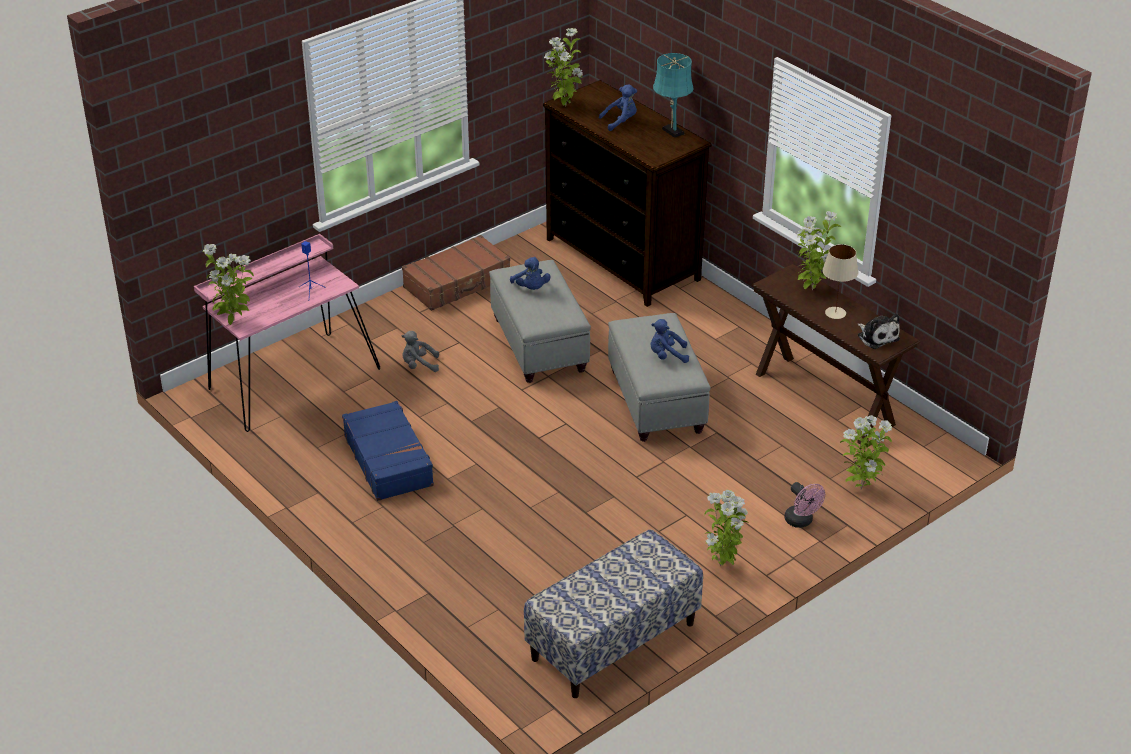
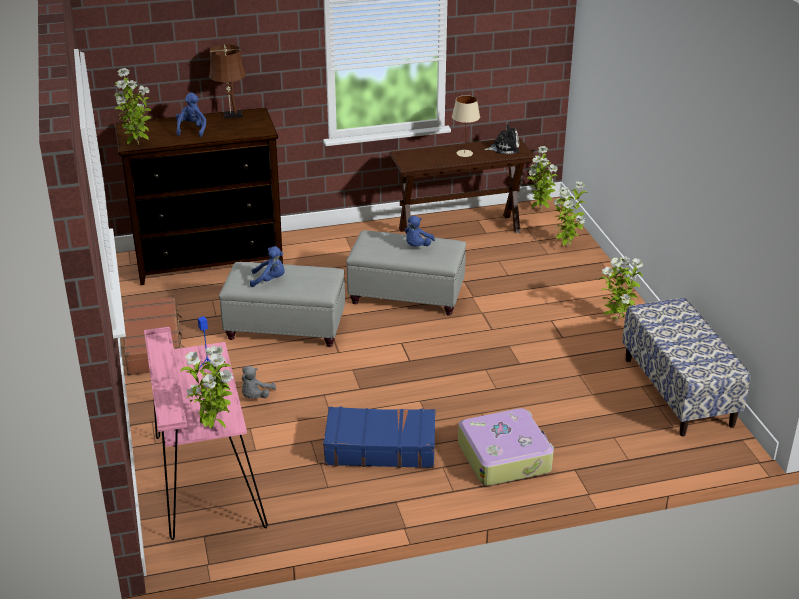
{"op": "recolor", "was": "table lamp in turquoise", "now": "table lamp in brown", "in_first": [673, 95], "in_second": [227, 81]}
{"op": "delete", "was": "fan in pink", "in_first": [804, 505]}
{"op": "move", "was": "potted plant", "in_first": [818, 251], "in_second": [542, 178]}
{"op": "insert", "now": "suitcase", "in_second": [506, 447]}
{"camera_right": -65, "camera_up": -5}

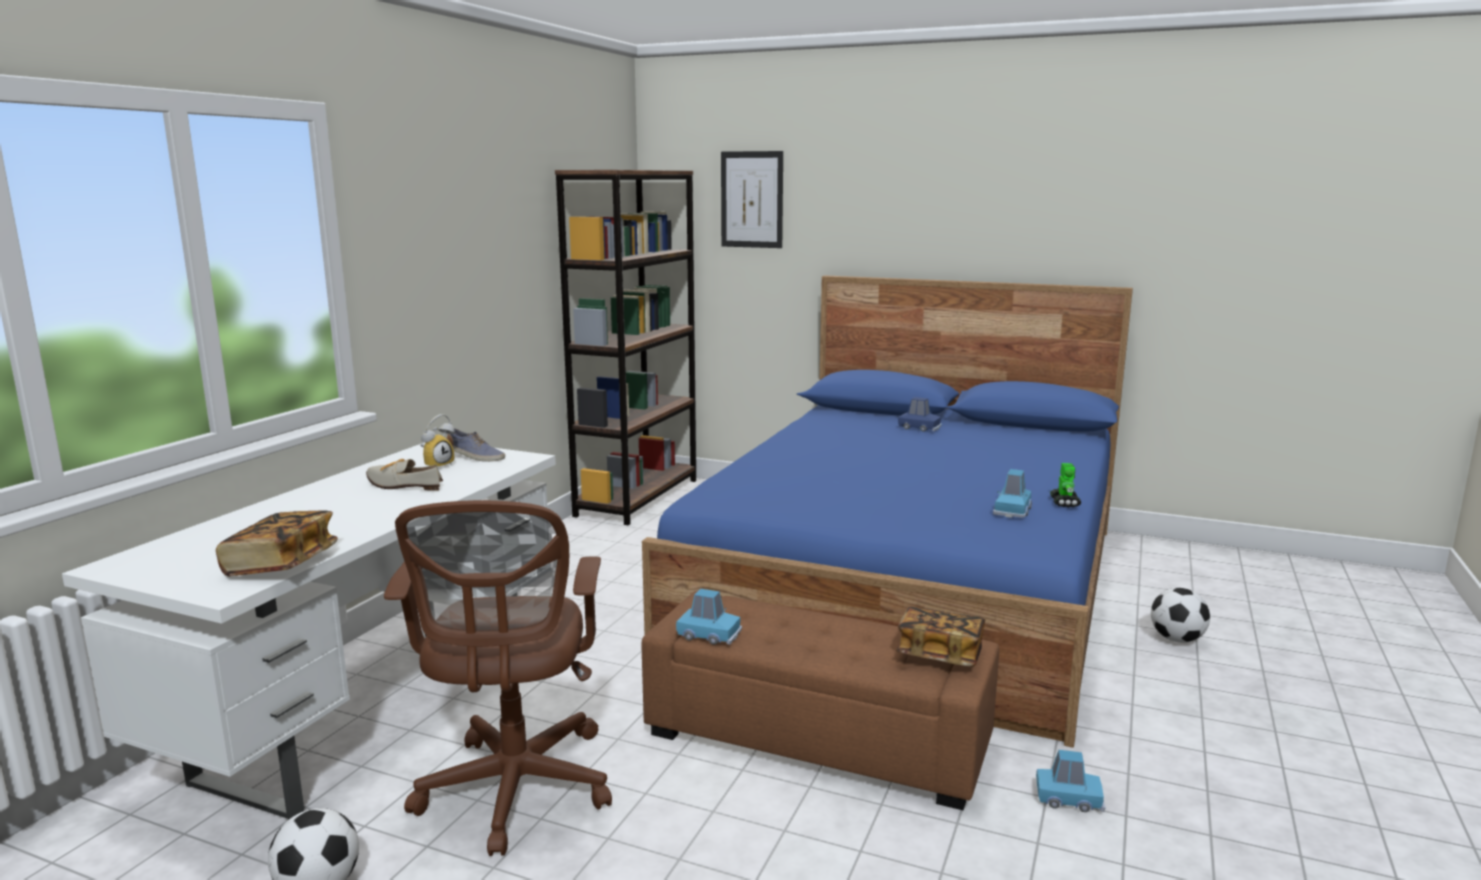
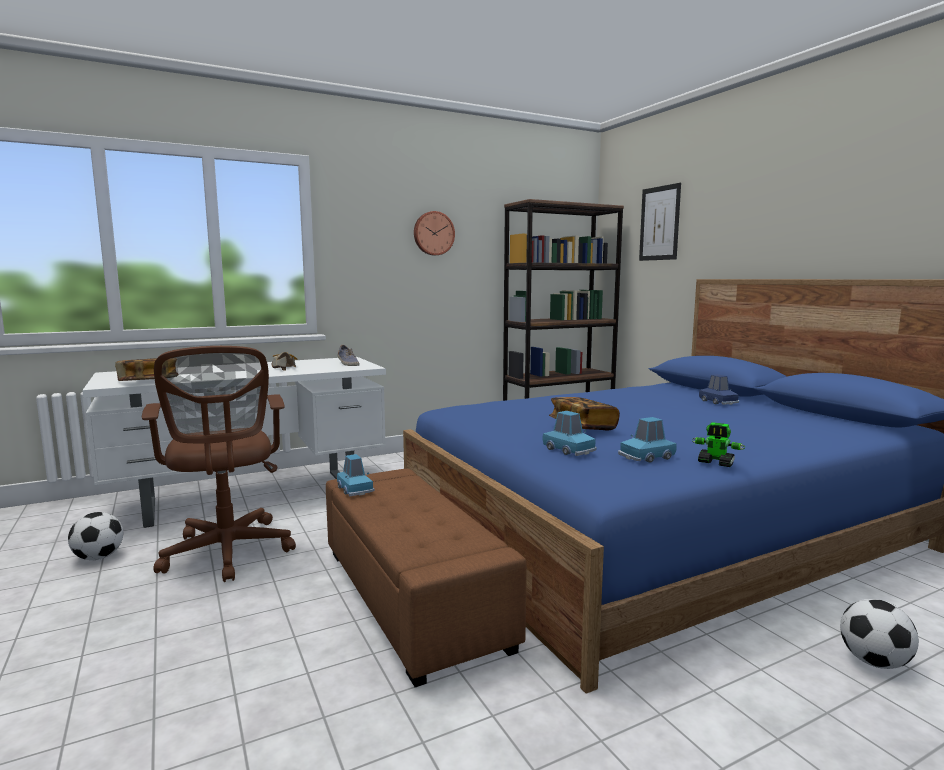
{"op": "rotate", "was": "office chair in brown", "in_first": [498, 678], "in_second": [219, 464], "clockwise": -60}
{"op": "delete", "was": "alarm clock", "in_first": [438, 440]}
{"op": "move", "was": "book", "in_first": [940, 637], "in_second": [584, 413]}
{"op": "move", "was": "toy car in blue", "in_first": [1071, 781], "in_second": [570, 433]}
{"op": "rotate", "was": "toy robot", "in_first": [1065, 485], "in_second": [718, 444], "clockwise": 75}
{"op": "insert", "now": "wall clock", "in_second": [434, 233]}
{"camera_right": 40, "camera_up": -5}

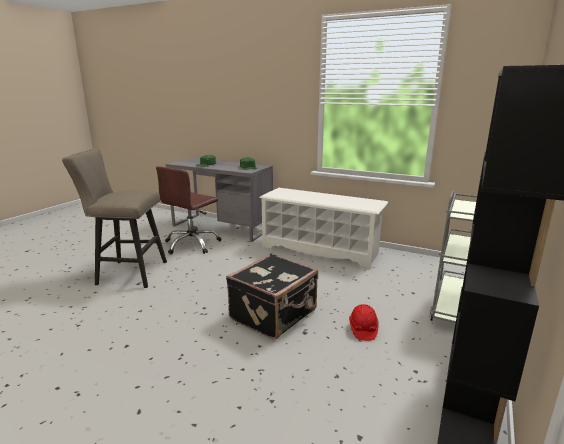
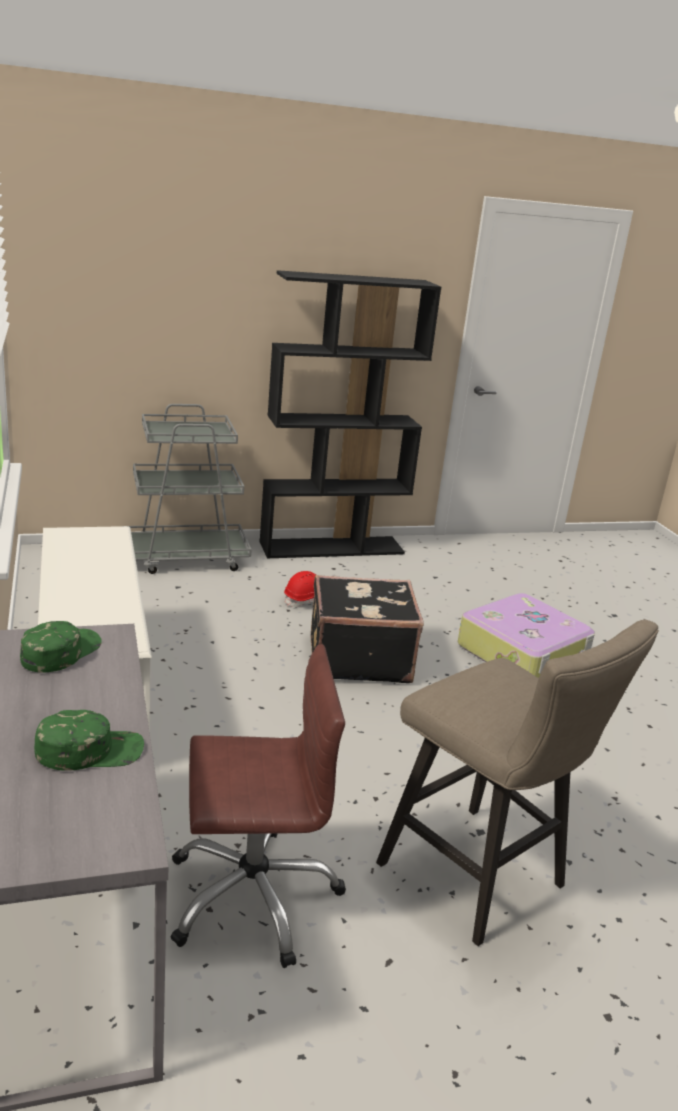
{"op": "insert", "now": "suitcase", "in_second": [526, 635]}
{"camera_right": -135, "camera_up": 5}

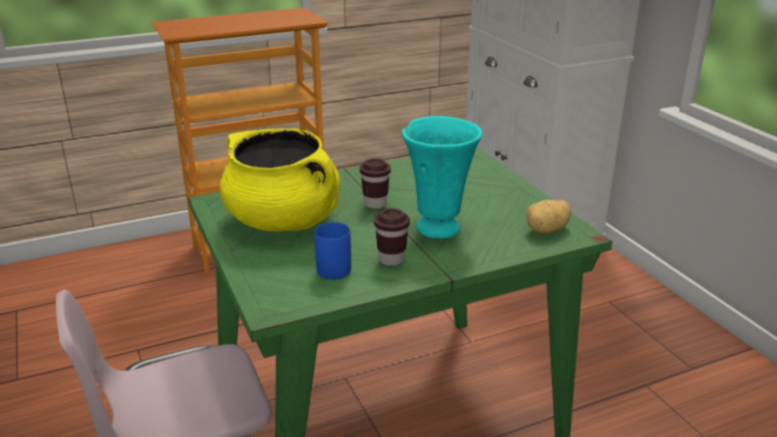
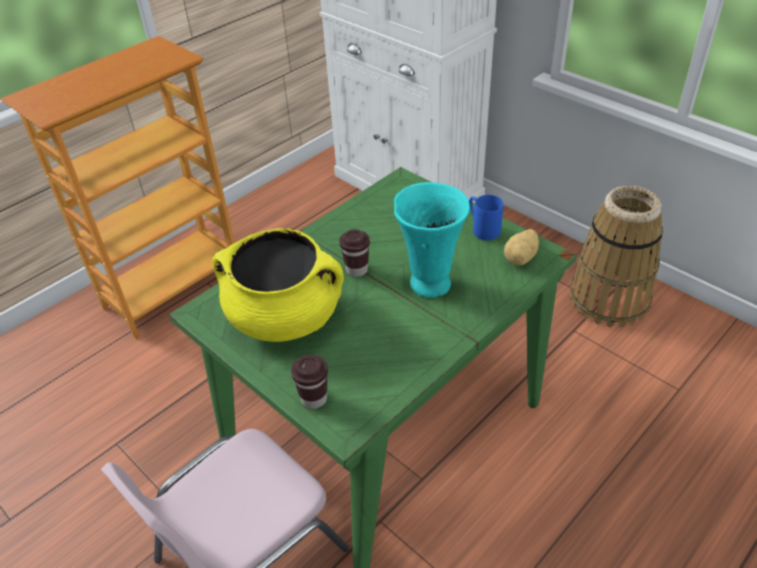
{"op": "move", "was": "mug in blue", "in_first": [333, 251], "in_second": [486, 218]}
{"op": "move", "was": "cup in brown", "in_first": [392, 237], "in_second": [309, 382]}
{"op": "insert", "now": "basket", "in_second": [616, 256]}
{"camera_right": -20, "camera_up": 15}

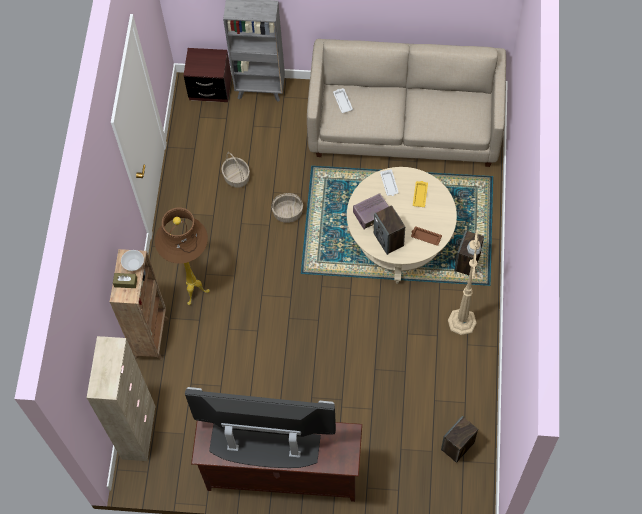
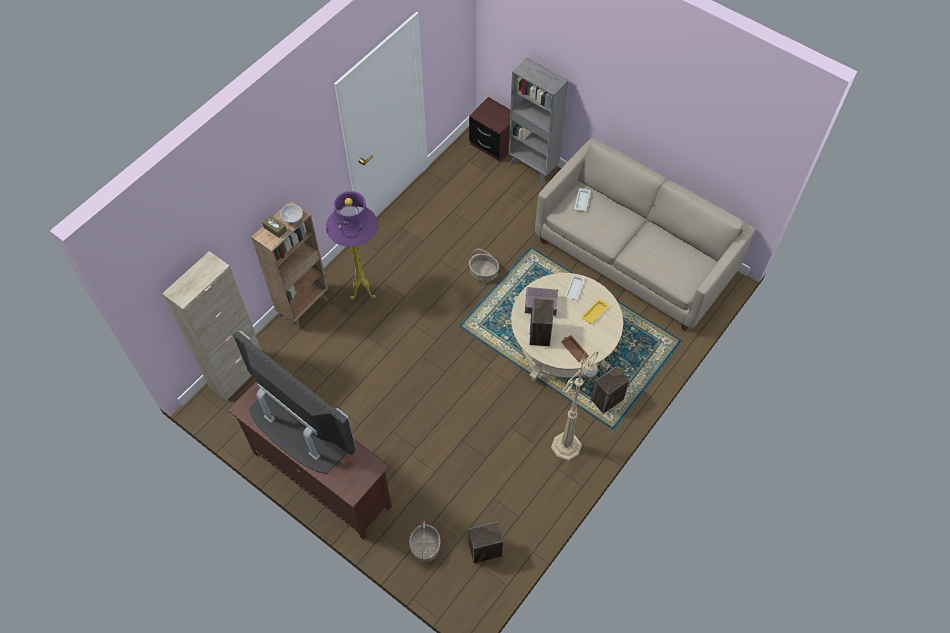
{"op": "recolor", "was": "floor lamp in brown", "now": "floor lamp in purple", "in_first": [182, 256], "in_second": [352, 245]}
{"op": "move", "was": "basket", "in_first": [235, 170], "in_second": [425, 541]}
{"camera_right": 30, "camera_up": -5}

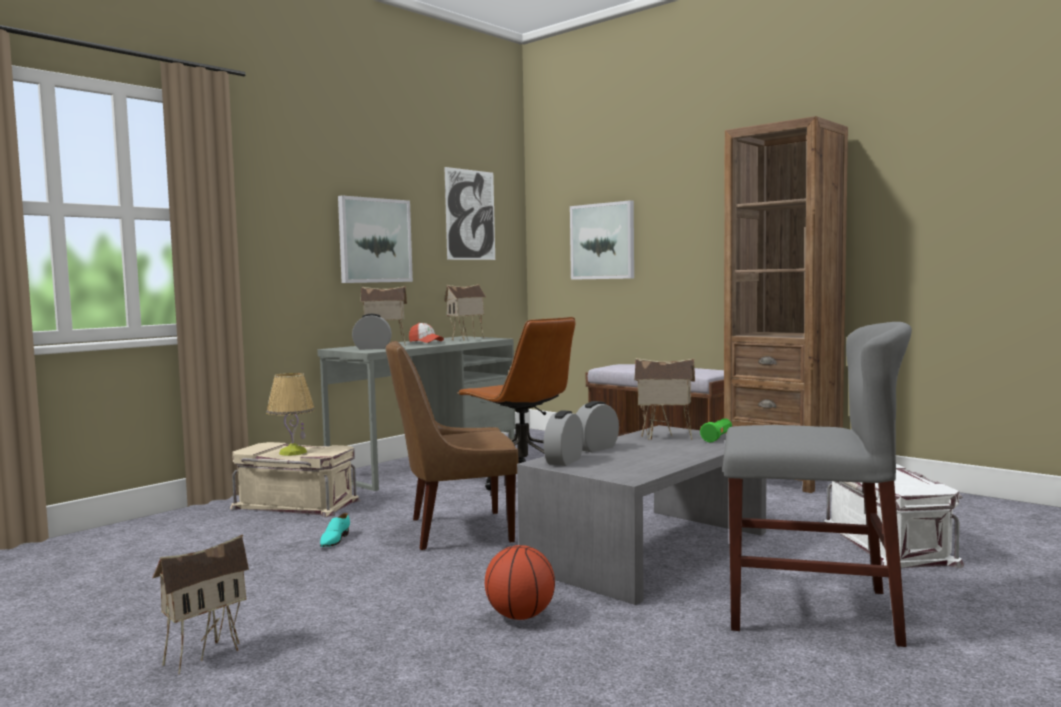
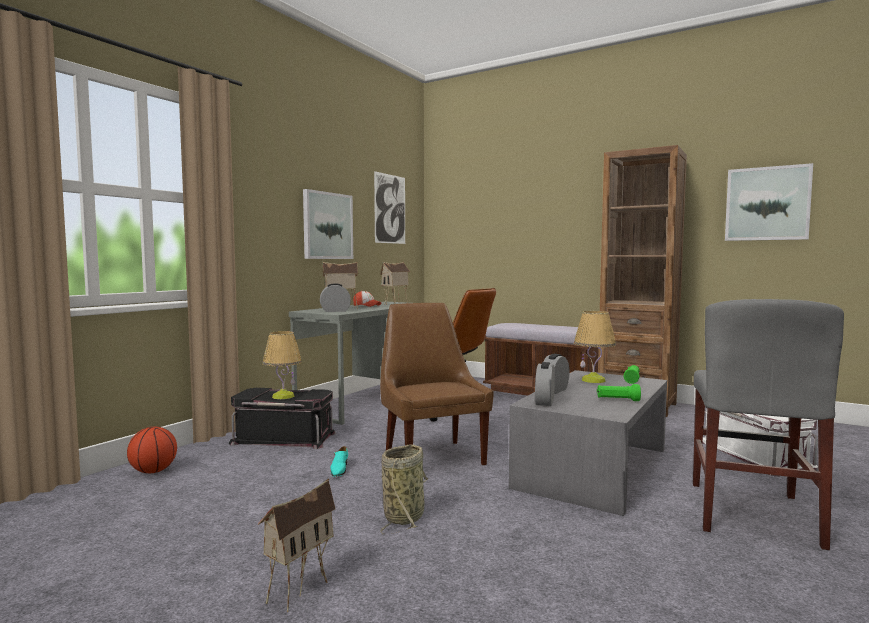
{"op": "recolor", "was": "storage box in beige", "now": "storage box in black", "in_first": [295, 479], "in_second": [282, 418]}
{"op": "rotate", "was": "chair in brown", "in_first": [452, 445], "in_second": [437, 384], "clockwise": 90}
{"op": "move", "was": "basketball", "in_first": [520, 582], "in_second": [152, 450]}
{"op": "move", "was": "picture", "in_first": [602, 240], "in_second": [769, 202]}
{"op": "replace", "was": "toy house", "now": "table lamp", "in_first": [664, 399], "in_second": [595, 347]}
{"op": "rotate", "was": "chair in grey", "in_first": [817, 484], "in_second": [768, 424], "clockwise": 105}
{"op": "insert", "now": "basket", "in_second": [404, 489]}
{"op": "insert", "now": "flashlight in green", "in_second": [619, 392]}
{"camera_right": -10, "camera_up": 0}

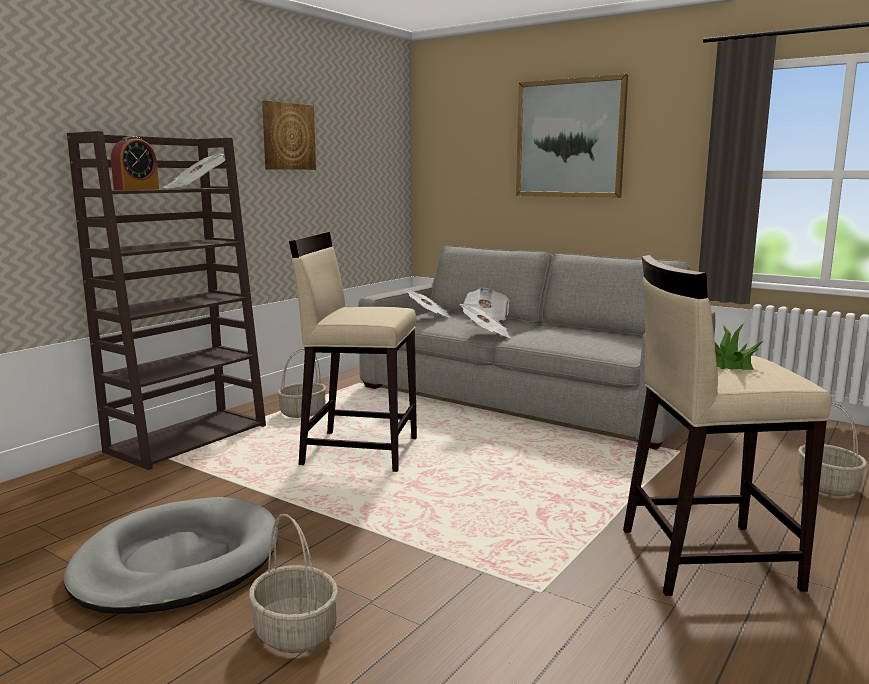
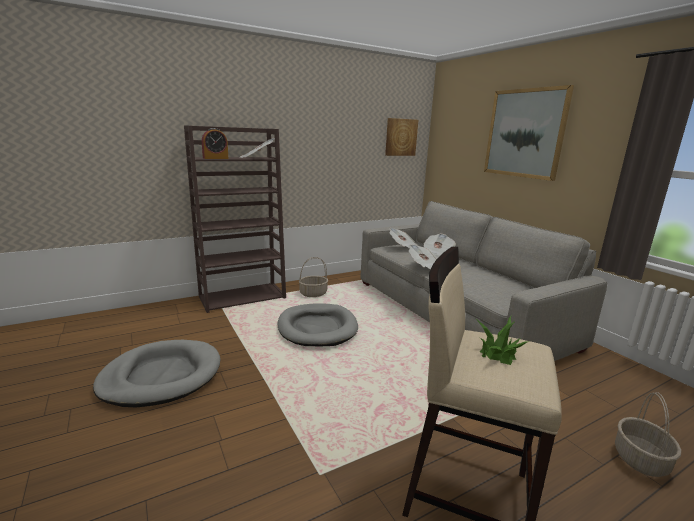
{"op": "delete", "was": "basket", "in_first": [293, 583]}
{"op": "move", "was": "picture", "in_first": [289, 135], "in_second": [401, 137]}
{"op": "replace", "was": "stool in beige", "now": "dog bed in grey", "in_first": [353, 352], "in_second": [317, 324]}
{"camera_right": 25, "camera_up": 5}

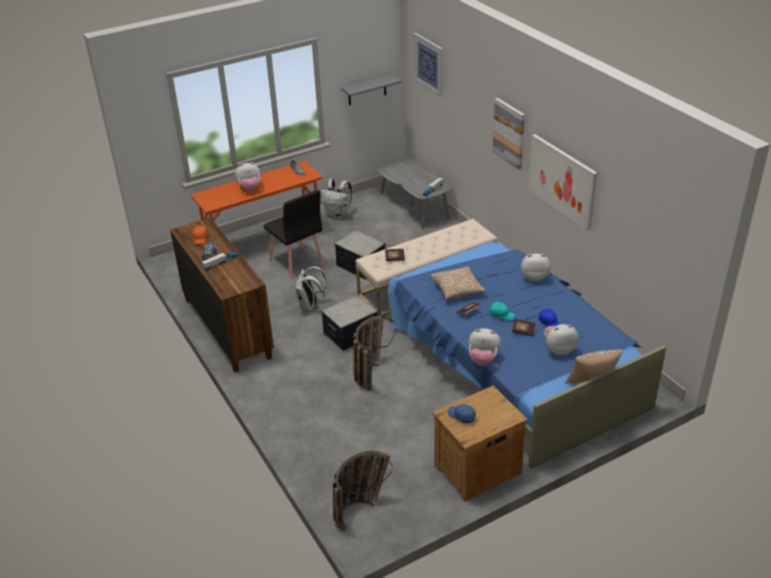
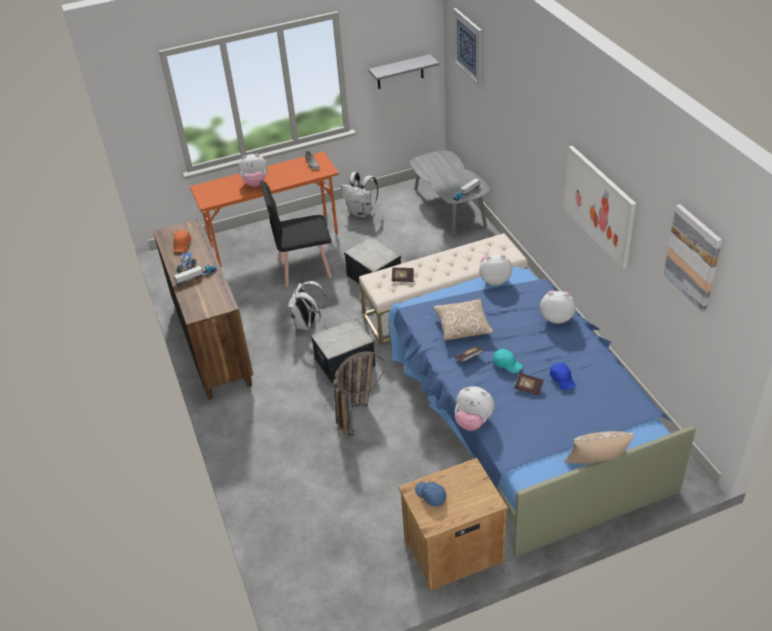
{"op": "rotate", "was": "chair in black", "in_first": [293, 234], "in_second": [296, 233], "clockwise": 105}
{"op": "delete", "was": "basket", "in_first": [363, 491]}
{"op": "move", "was": "picture", "in_first": [508, 134], "in_second": [692, 258]}
{"op": "move", "was": "plush toy", "in_first": [561, 339], "in_second": [495, 270]}
{"camera_right": 10, "camera_up": 5}

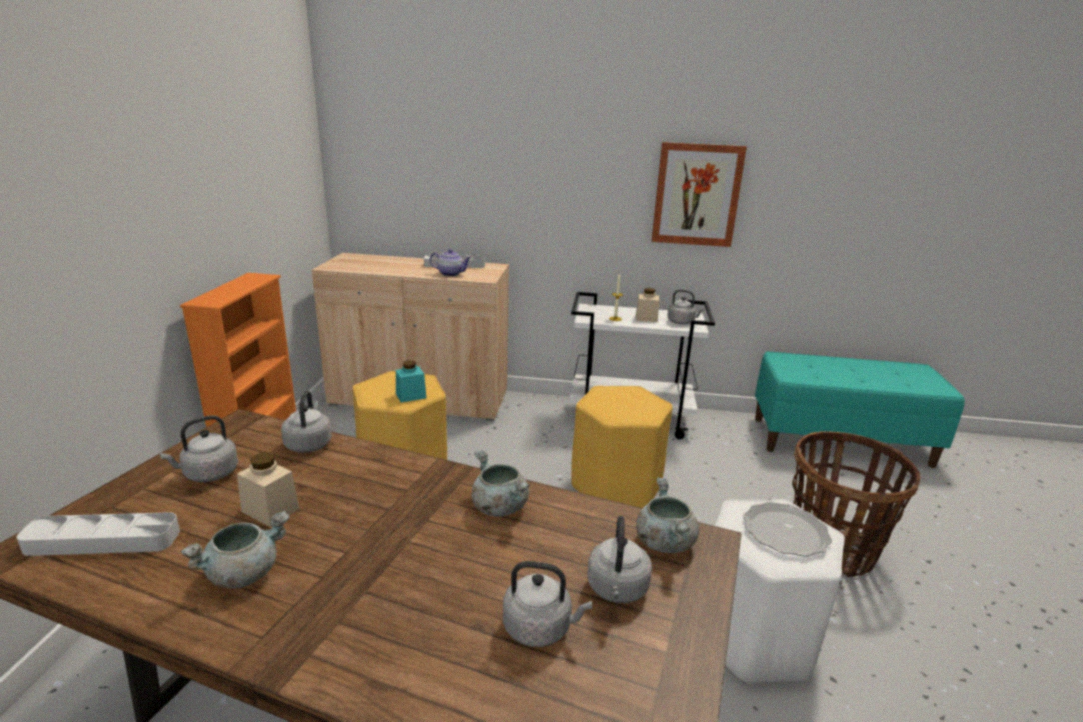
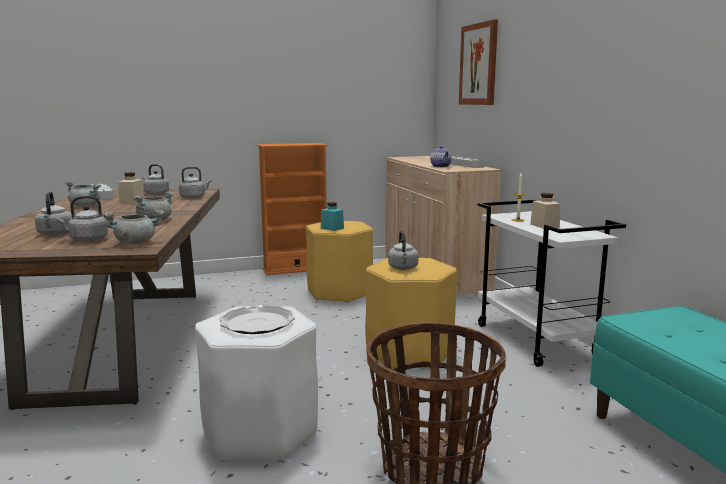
{"op": "move", "was": "picture", "in_first": [699, 194], "in_second": [478, 62]}
{"op": "move", "was": "kettle in grey", "in_first": [685, 306], "in_second": [403, 250]}
{"camera_right": 65, "camera_up": -10}

